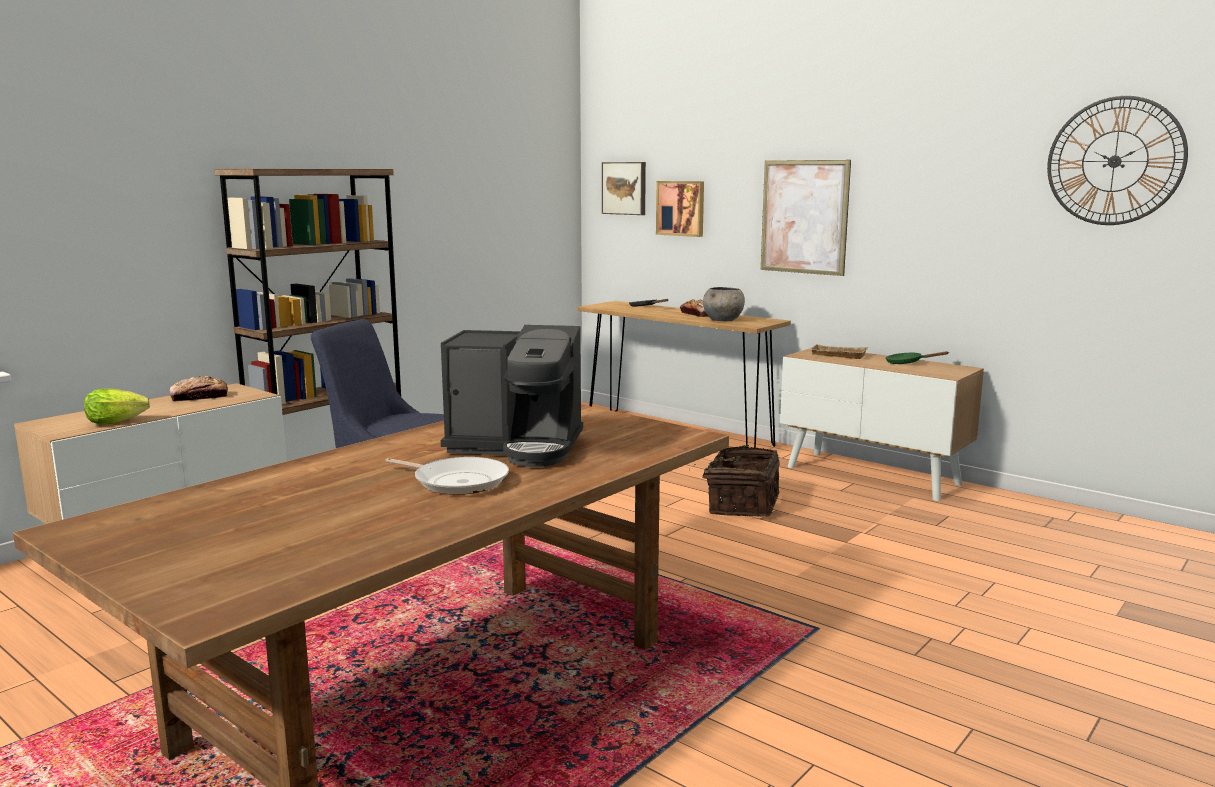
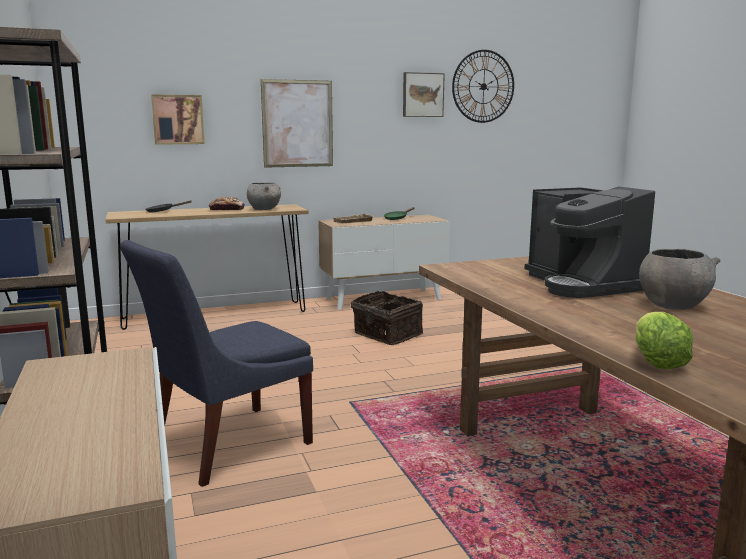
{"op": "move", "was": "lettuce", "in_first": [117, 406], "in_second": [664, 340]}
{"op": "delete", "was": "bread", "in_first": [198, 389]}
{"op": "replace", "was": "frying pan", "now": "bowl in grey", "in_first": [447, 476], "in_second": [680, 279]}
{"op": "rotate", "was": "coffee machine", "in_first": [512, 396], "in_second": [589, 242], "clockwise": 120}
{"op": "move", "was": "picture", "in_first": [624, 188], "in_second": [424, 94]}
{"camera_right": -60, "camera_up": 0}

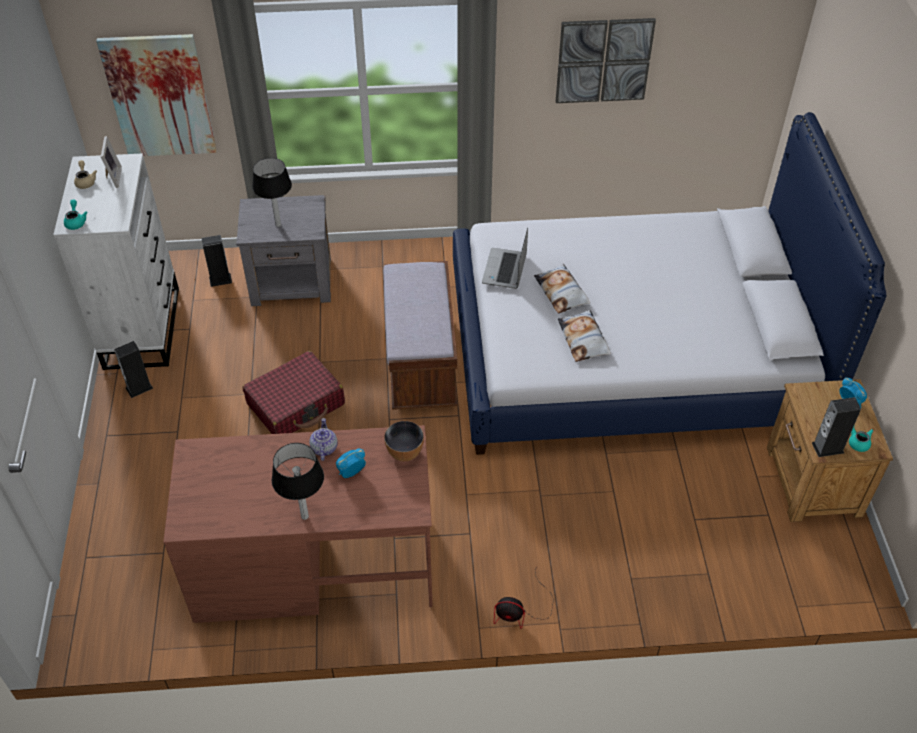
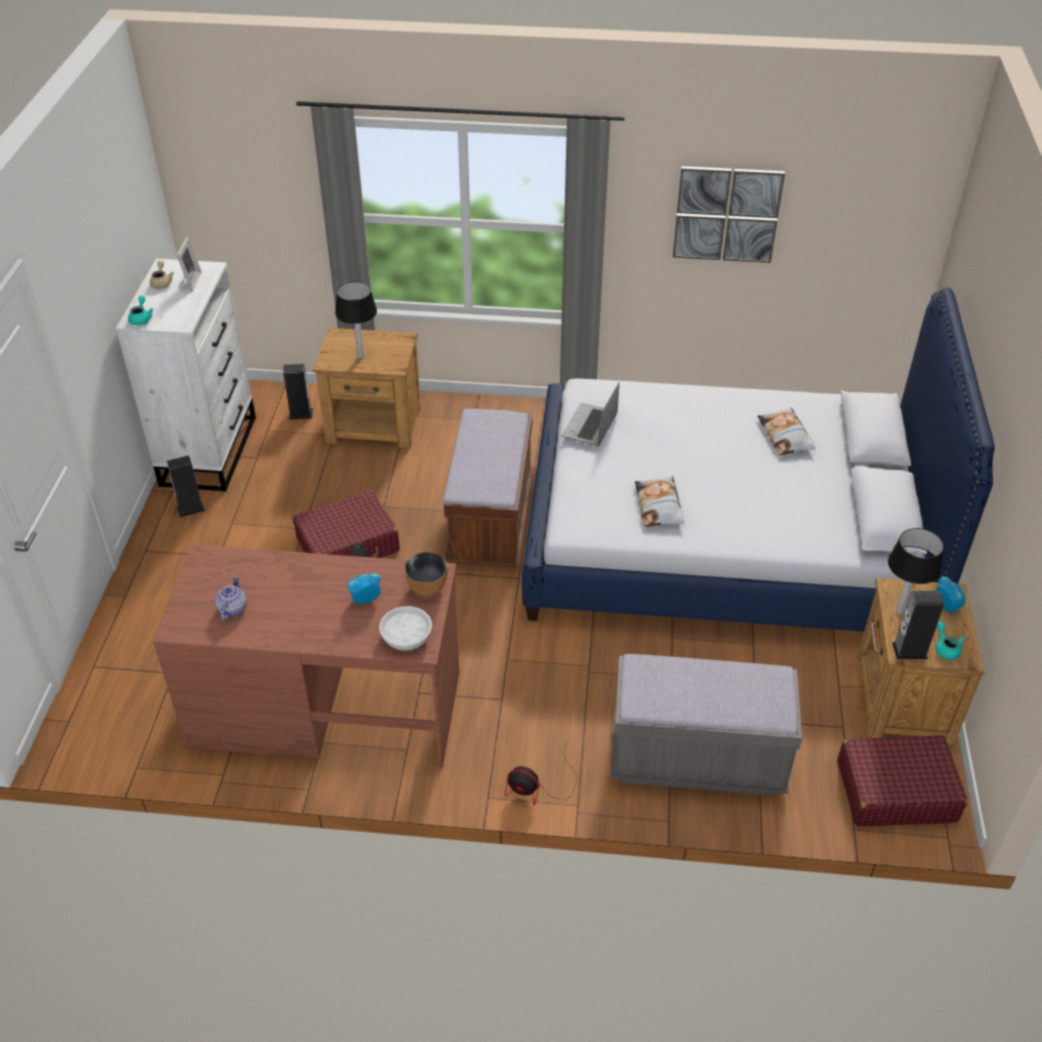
{"op": "delete", "was": "picture", "in_first": [156, 95]}
{"op": "recolor", "was": "nightstand in grey", "now": "nightstand in brown", "in_first": [283, 250], "in_second": [367, 388]}
{"op": "move", "was": "table lamp", "in_first": [298, 481], "in_second": [916, 571]}
{"op": "move", "was": "teapot", "in_first": [323, 439], "in_second": [231, 598]}
{"op": "move", "was": "pillow", "in_first": [562, 289], "in_second": [786, 431]}
{"op": "insert", "now": "bowl in white", "in_second": [405, 628]}
{"op": "insert", "now": "bench in grey", "in_second": [706, 725]}
{"op": "insert", "now": "suitcase in red", "in_second": [902, 780]}
{"camera_right": 10, "camera_up": -5}

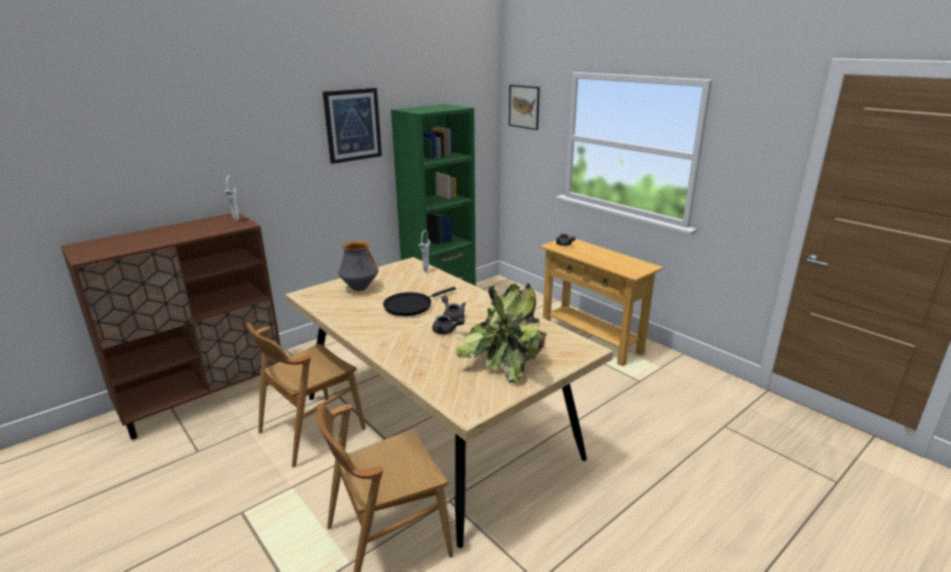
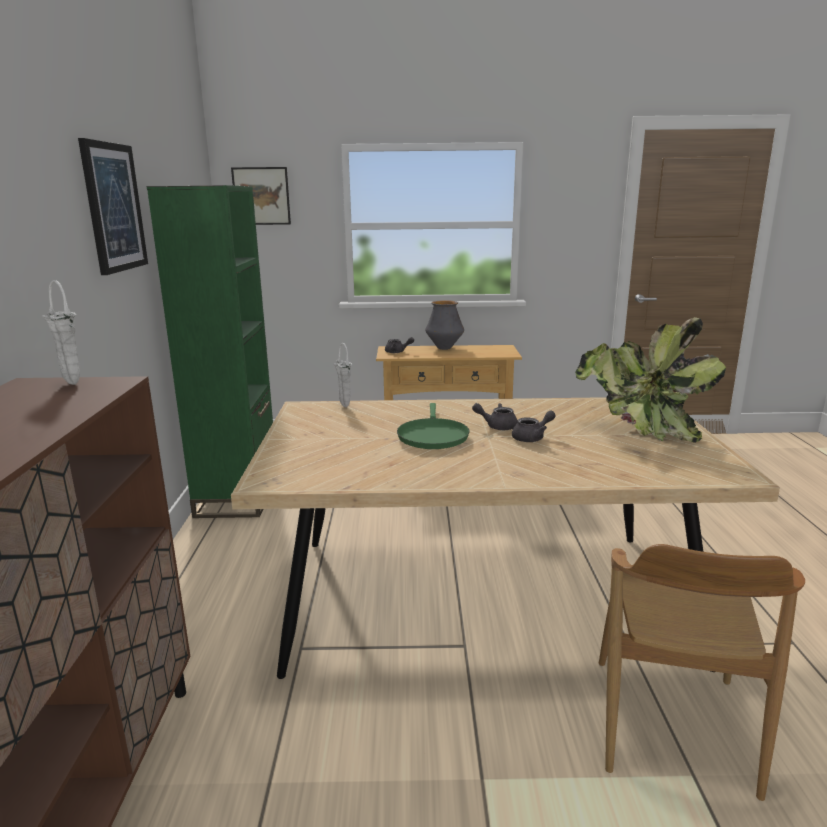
{"op": "delete", "was": "chair in brown", "in_first": [306, 395]}
{"op": "move", "was": "vase", "in_first": [358, 266], "in_second": [444, 325]}
{"op": "recolor", "was": "frying pan in black", "now": "frying pan in green", "in_first": [419, 301], "in_second": [433, 426]}
{"camera_right": -50, "camera_up": -5}

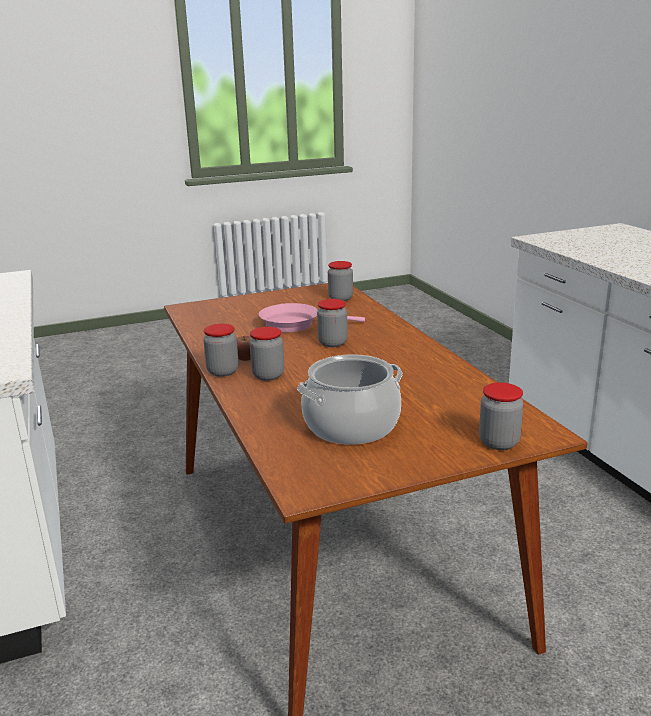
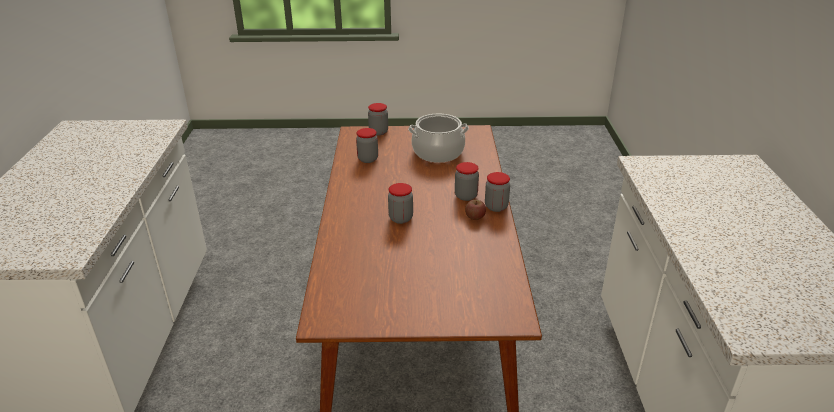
{"op": "delete", "was": "frying pan in pink", "in_first": [312, 318]}
{"op": "move", "was": "jar", "in_first": [340, 281], "in_second": [367, 145]}
{"camera_right": -160, "camera_up": 10}

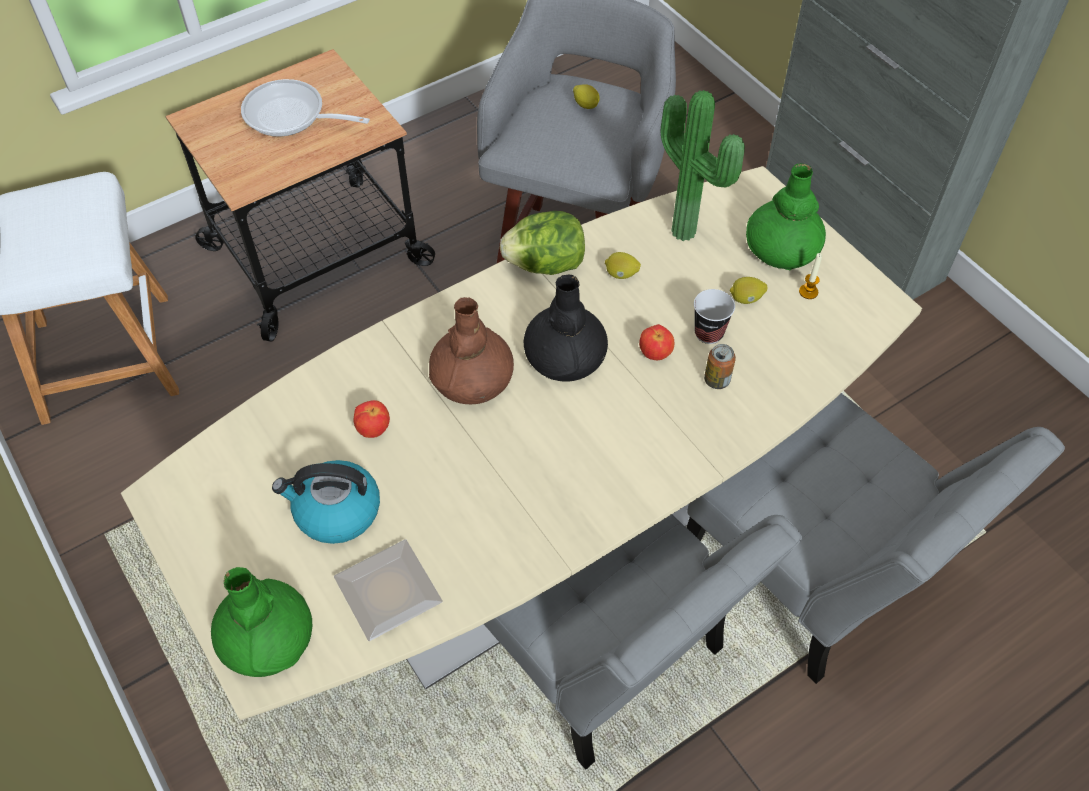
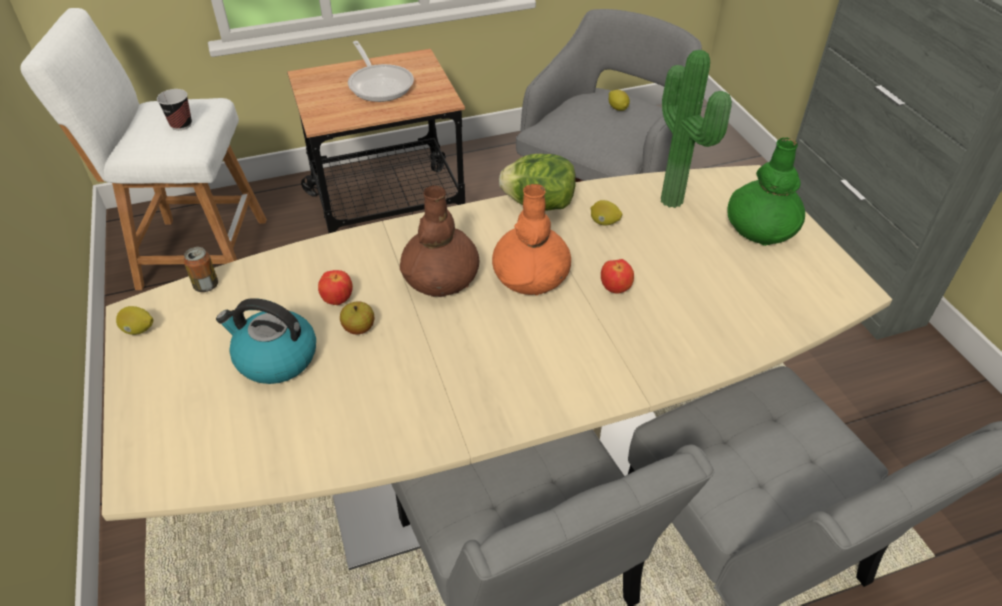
{"op": "delete", "was": "vase in green", "in_first": [261, 622]}
{"op": "rotate", "was": "frying pan", "in_first": [305, 108], "in_second": [381, 71], "clockwise": -150}
{"op": "delete", "was": "plate", "in_first": [388, 590]}
{"op": "recolor", "was": "vase in black", "now": "vase in orange", "in_first": [566, 328], "in_second": [531, 239]}
{"op": "move", "was": "cup", "in_first": [714, 316], "in_second": [174, 109]}
{"op": "move", "was": "can", "in_first": [720, 366], "in_second": [200, 269]}
{"op": "move", "was": "lemon", "in_first": [749, 290], "in_second": [134, 320]}
{"op": "delete", "was": "candle", "in_first": [810, 276]}
{"op": "insert", "now": "apple", "in_second": [357, 318]}
{"camera_right": 15, "camera_up": -10}

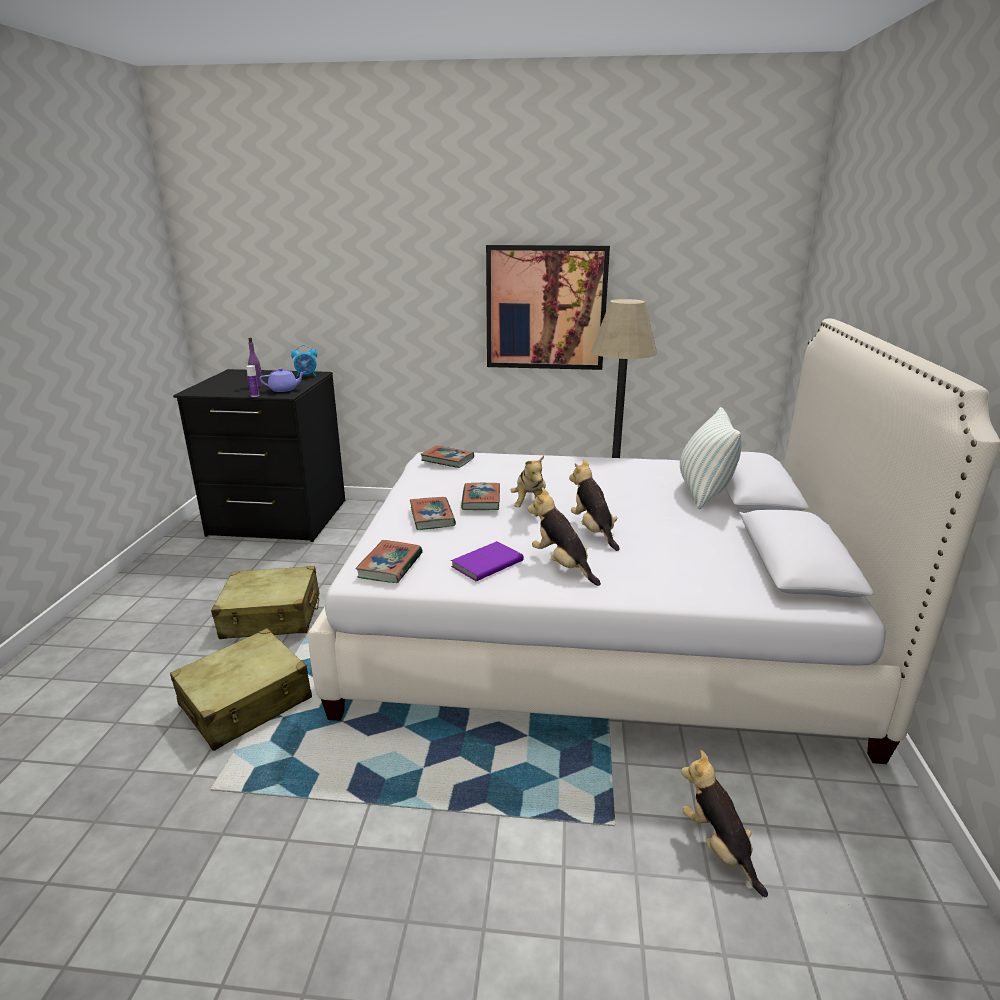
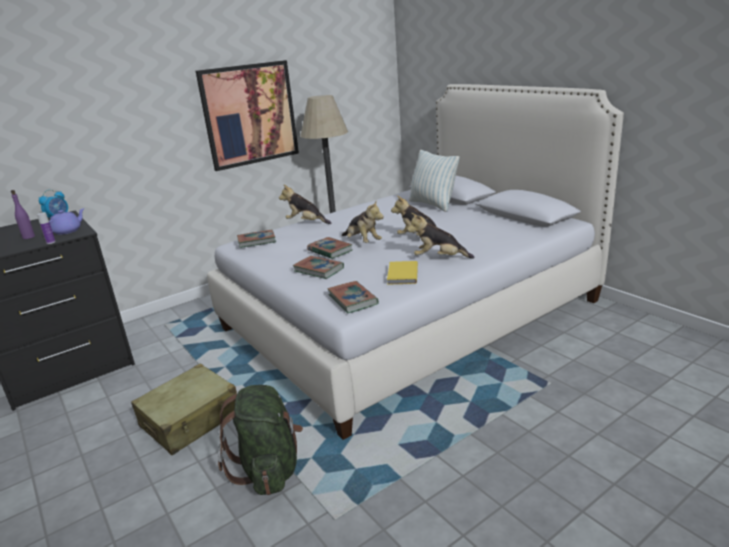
{"op": "replace", "was": "suitcase in beige", "now": "backpack in green", "in_first": [241, 689], "in_second": [260, 440]}
{"op": "recolor", "was": "book in purple", "now": "book in yellow", "in_first": [487, 561], "in_second": [402, 273]}
{"op": "move", "was": "plush toy", "in_first": [724, 823], "in_second": [305, 204]}
{"camera_right": -40, "camera_up": 0}

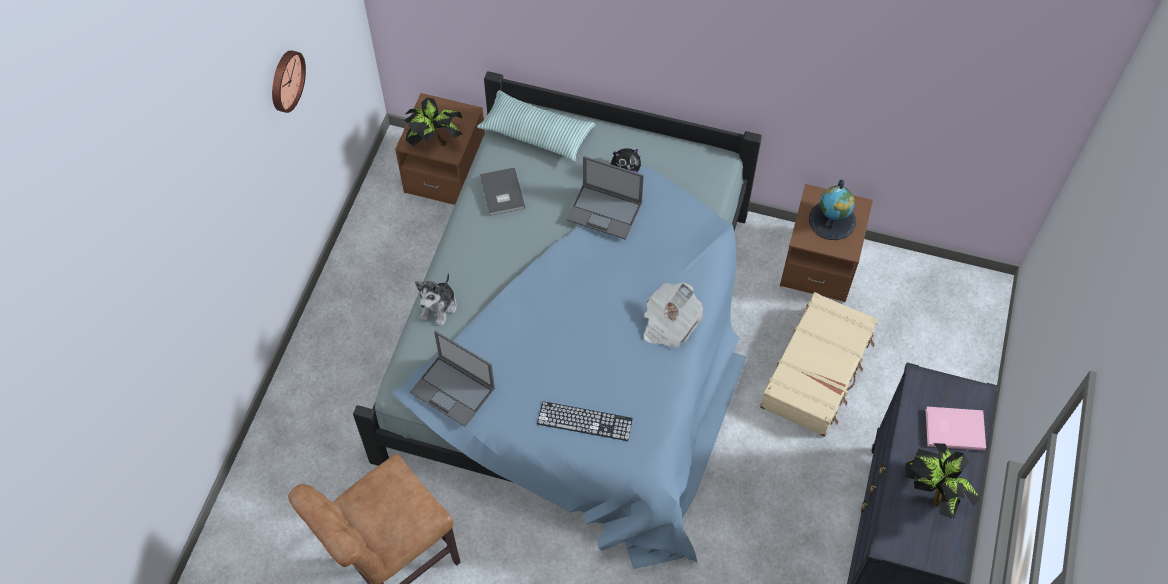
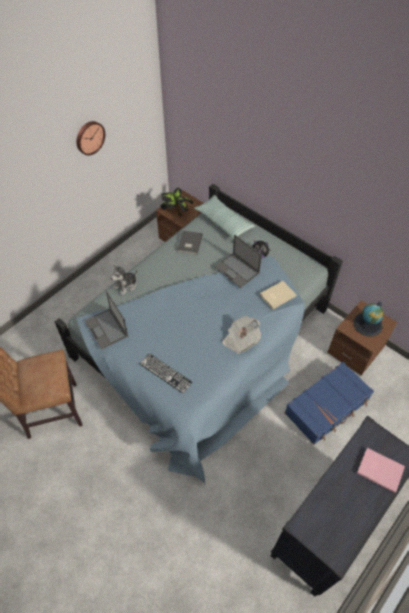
{"op": "recolor", "was": "suitcase in beige", "now": "suitcase in blue", "in_first": [819, 364], "in_second": [329, 403]}
{"op": "delete", "was": "potted plant", "in_first": [943, 481]}
{"op": "insert", "now": "book in beige", "in_second": [278, 295]}
{"camera_right": 25, "camera_up": -5}

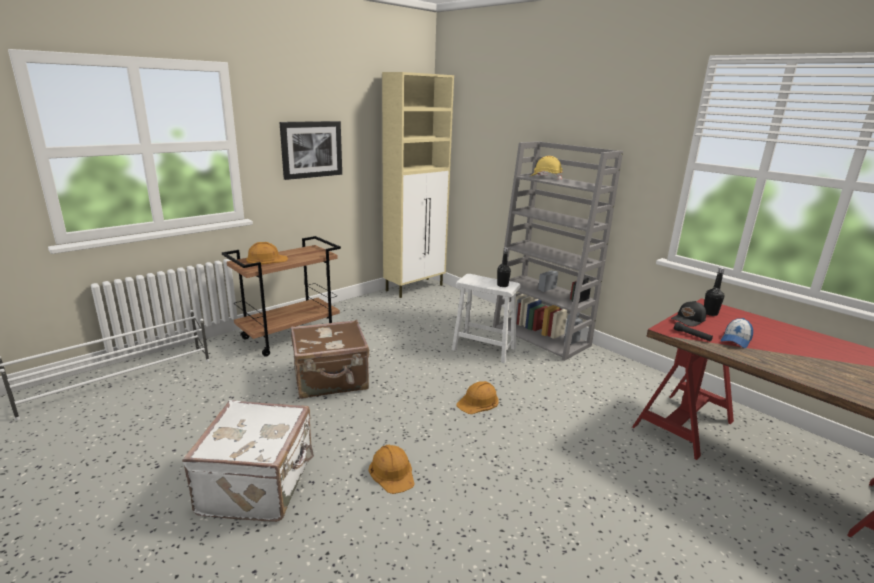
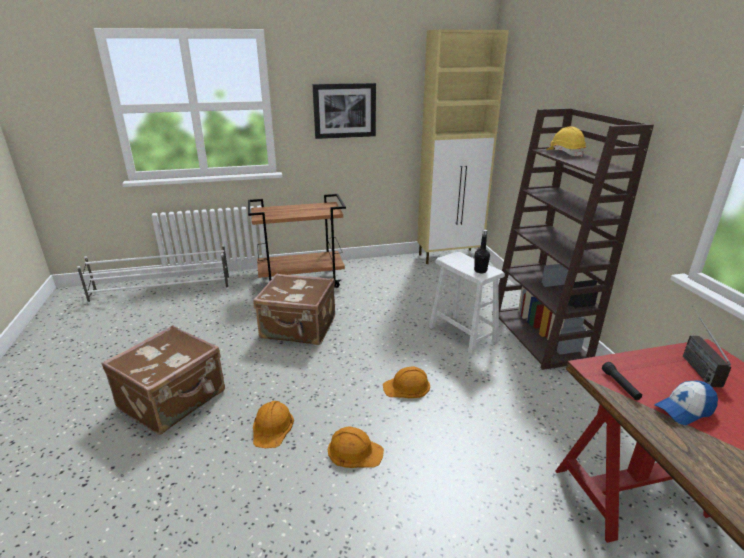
{"op": "recolor", "was": "suitcase in white", "now": "suitcase in brown", "in_first": [248, 461], "in_second": [163, 380]}
{"op": "move", "was": "hard hat in orange", "in_first": [267, 253], "in_second": [356, 447]}
{"op": "recolor", "was": "bookcase in grey", "now": "bookcase in brown", "in_first": [558, 251], "in_second": [573, 239]}
{"op": "delete", "was": "cap in black", "in_first": [688, 314]}
{"op": "replace", "was": "bottle in black", "now": "radio", "in_first": [714, 291], "in_second": [707, 346]}
{"camera_right": 30, "camera_up": 5}

